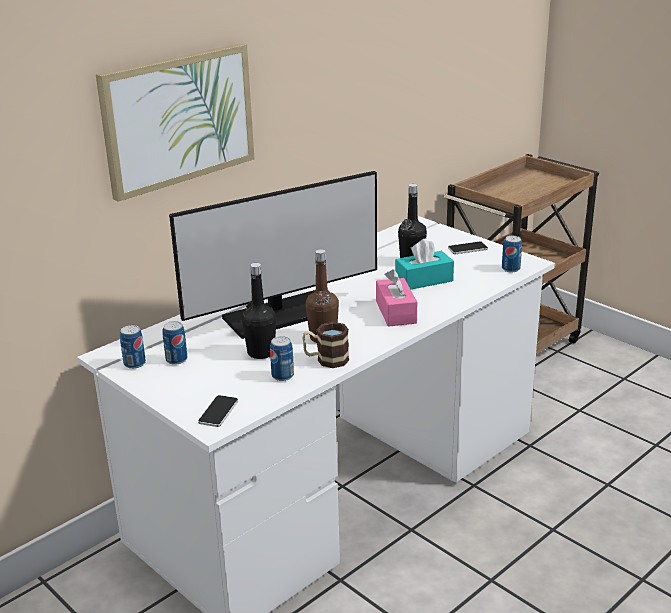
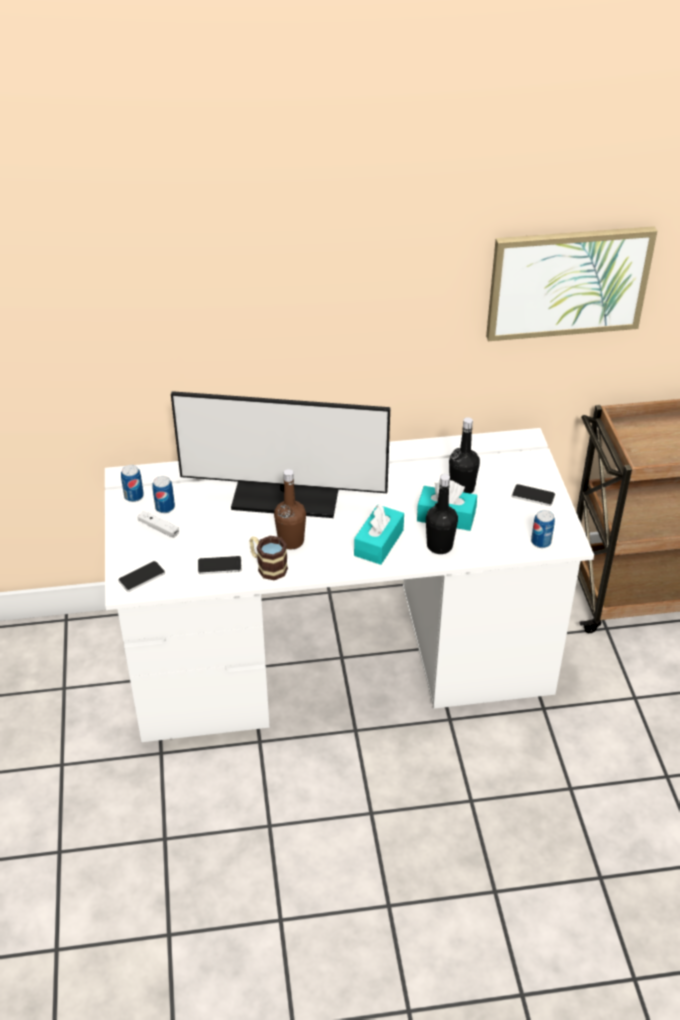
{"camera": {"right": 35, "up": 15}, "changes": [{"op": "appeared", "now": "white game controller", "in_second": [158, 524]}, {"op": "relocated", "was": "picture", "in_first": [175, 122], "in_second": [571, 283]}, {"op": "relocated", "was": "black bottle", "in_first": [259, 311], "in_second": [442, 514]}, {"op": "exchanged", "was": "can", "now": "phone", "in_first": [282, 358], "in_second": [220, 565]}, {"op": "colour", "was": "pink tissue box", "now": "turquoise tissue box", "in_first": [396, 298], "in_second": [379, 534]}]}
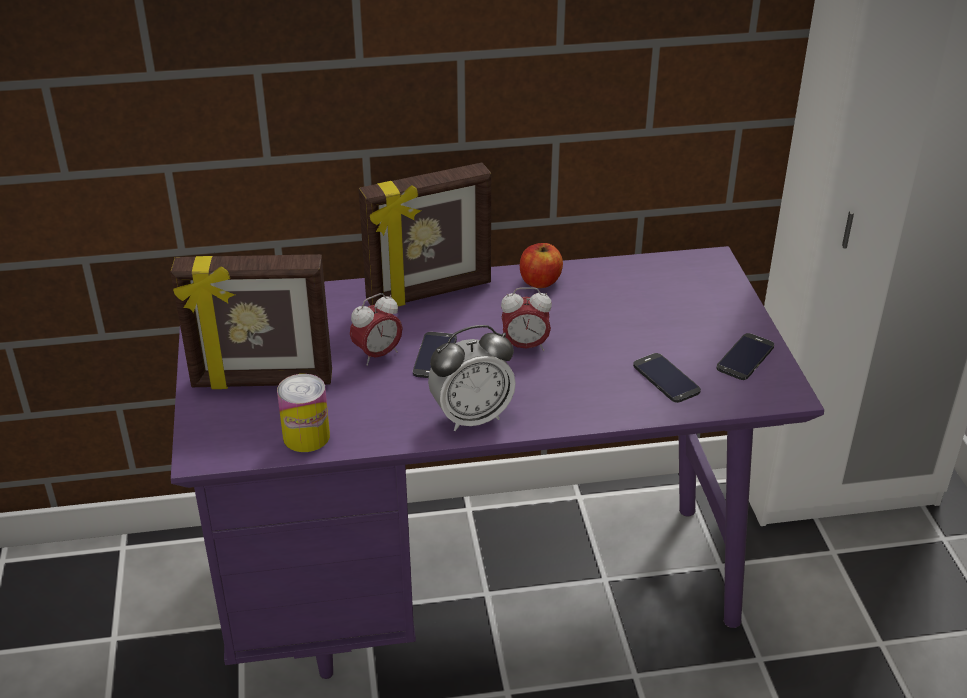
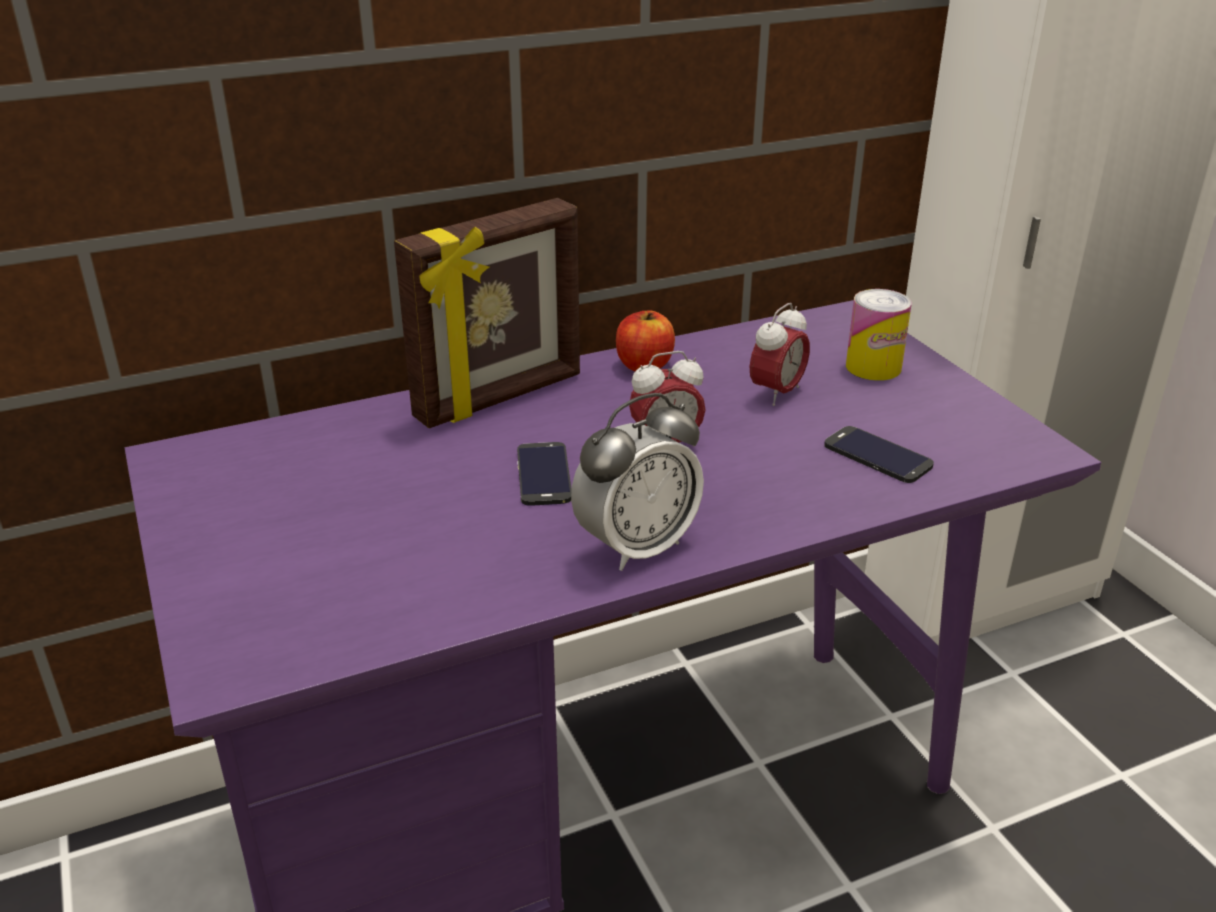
{"camera": {"right": -15, "up": -5}, "changes": [{"op": "missing", "was": "picture frame", "in_first": [251, 321]}, {"op": "missing", "was": "phone", "in_first": [745, 356]}, {"op": "relocated", "was": "can", "in_first": [303, 413], "in_second": [879, 335]}, {"op": "relocated", "was": "alarm clock", "in_first": [376, 329], "in_second": [780, 354]}]}
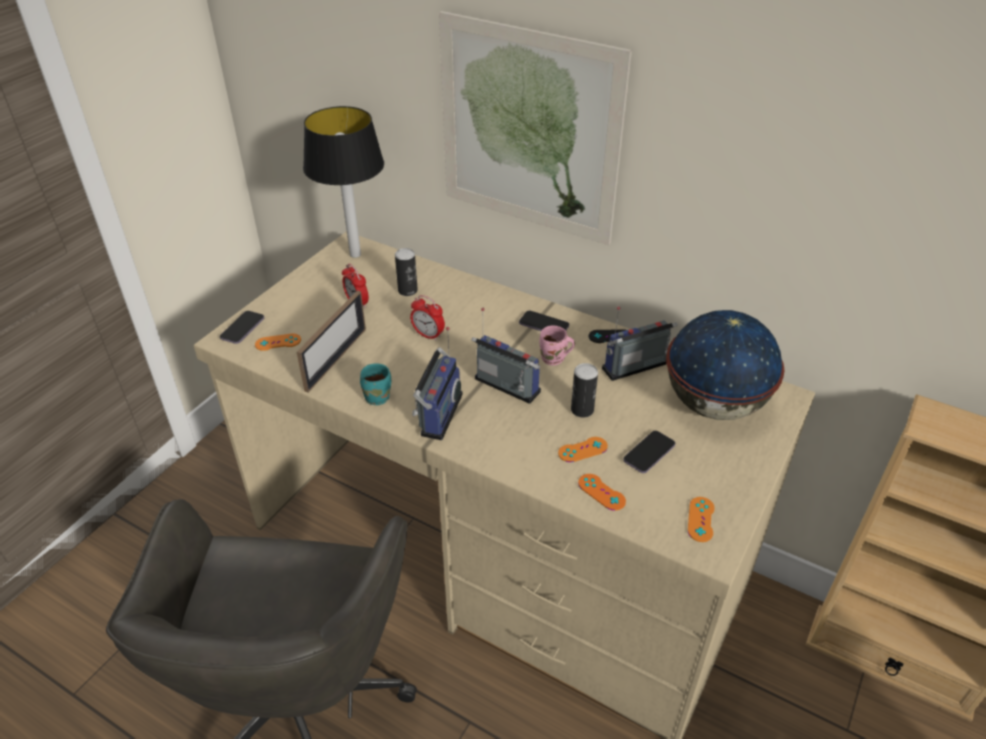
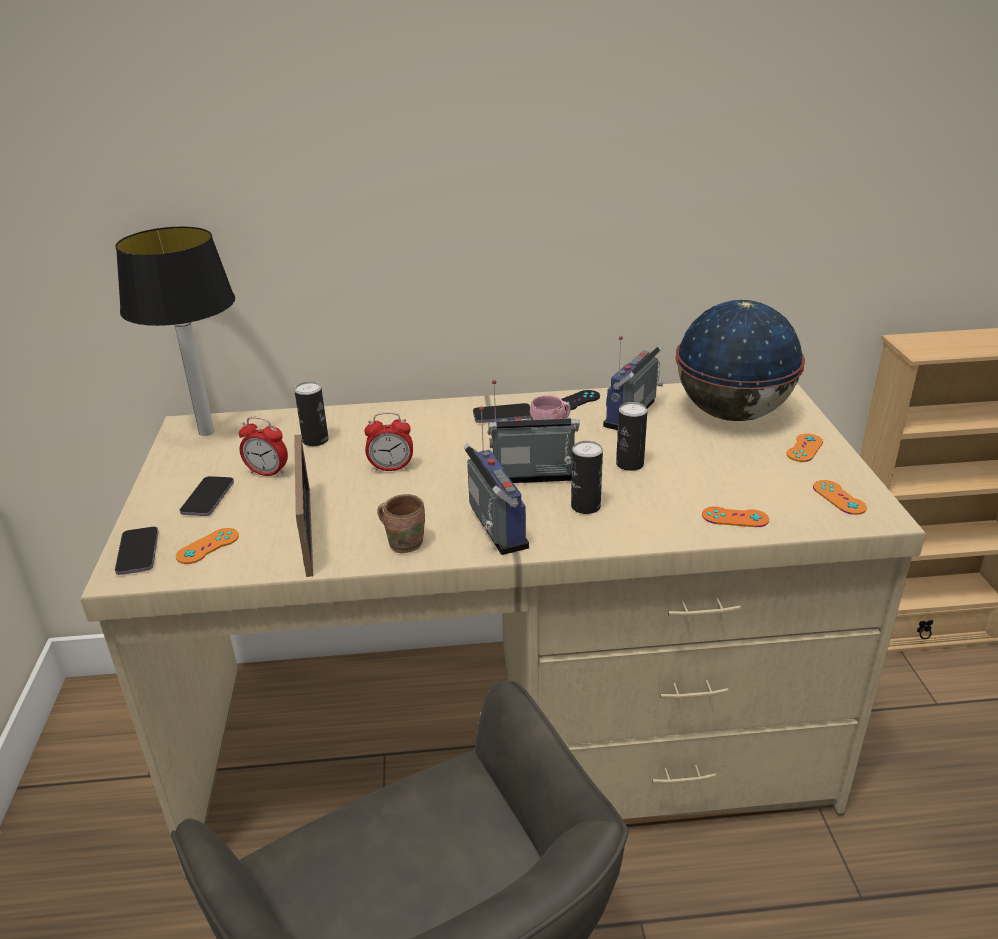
{"camera": {"right": -35, "up": -10}, "changes": [{"op": "missing", "was": "picture", "in_first": [535, 128]}, {"op": "appeared", "now": "can", "in_second": [587, 477]}, {"op": "relocated", "was": "orange game controller", "in_first": [583, 449], "in_second": [804, 447]}, {"op": "relocated", "was": "phone", "in_first": [649, 452], "in_second": [207, 496]}, {"op": "colour", "was": "turquoise mug", "now": "brown mug", "in_first": [375, 384], "in_second": [401, 523]}]}
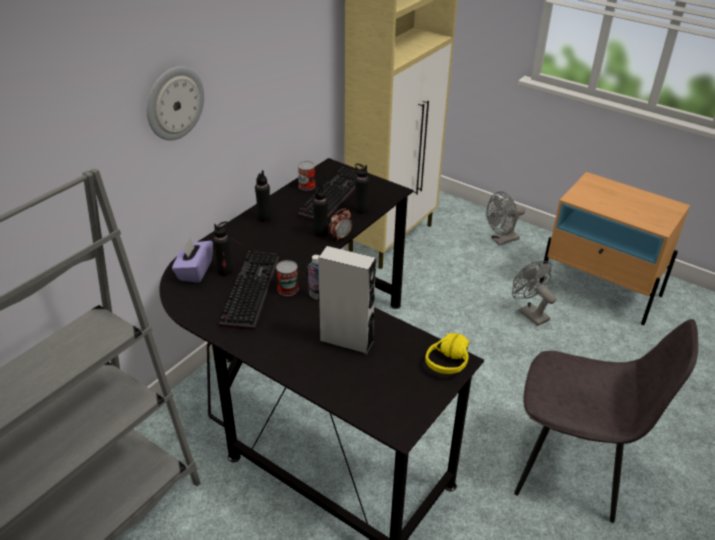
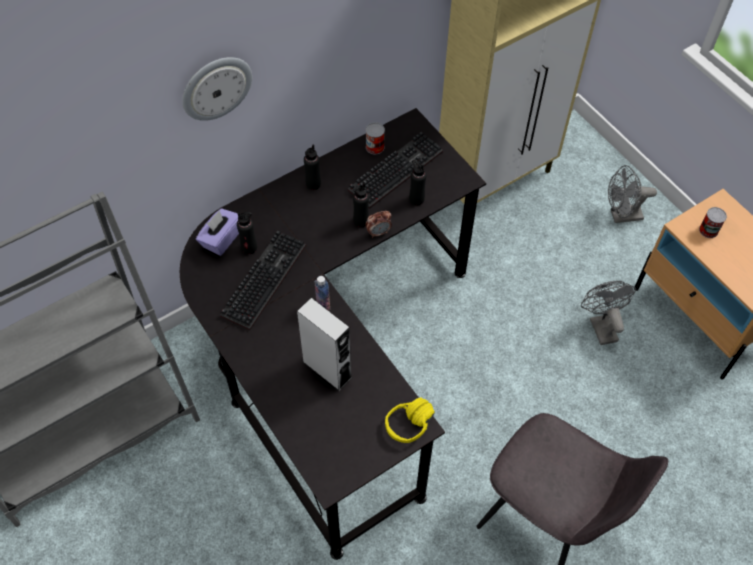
{"camera": {"right": 20, "up": 20}, "changes": [{"op": "relocated", "was": "can", "in_first": [287, 278], "in_second": [713, 222]}]}
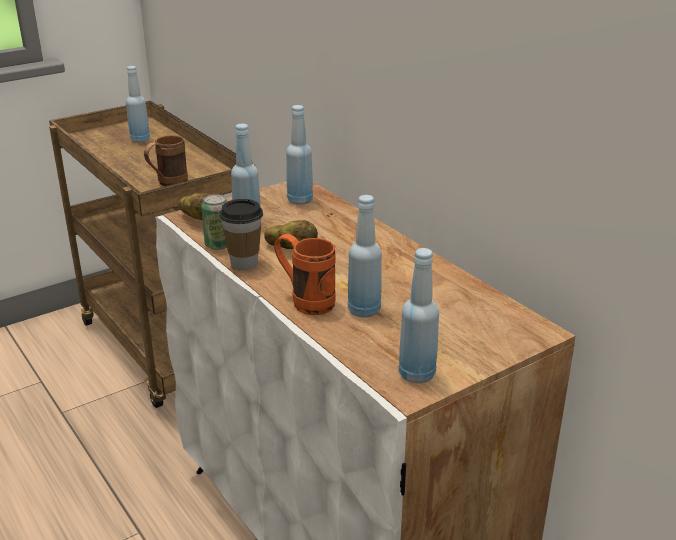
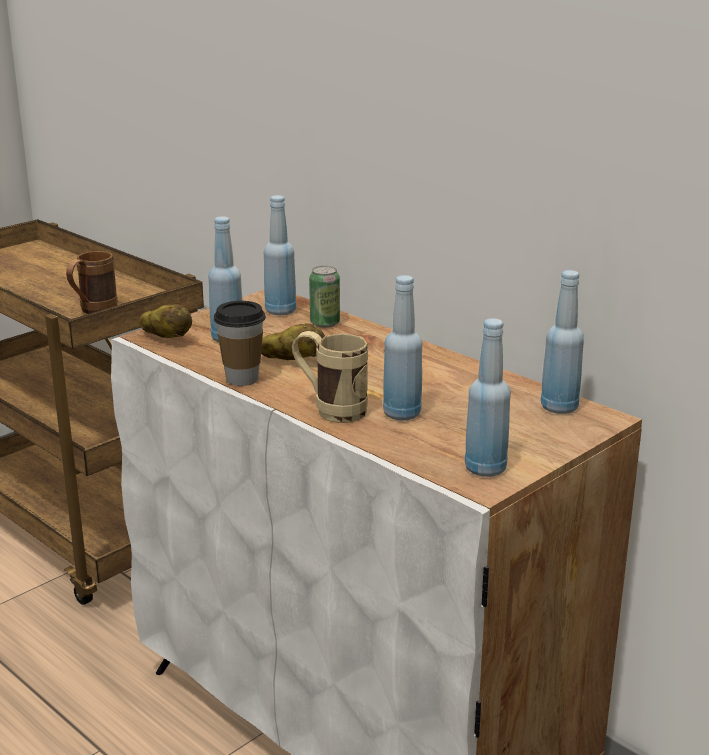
{"camera": {"right": -10, "up": -5}, "changes": [{"op": "relocated", "was": "blue bottle", "in_first": [138, 104], "in_second": [562, 342]}, {"op": "relocated", "was": "can", "in_first": [214, 222], "in_second": [324, 297]}, {"op": "colour", "was": "orange mug", "now": "beige mug", "in_first": [305, 274], "in_second": [330, 377]}]}
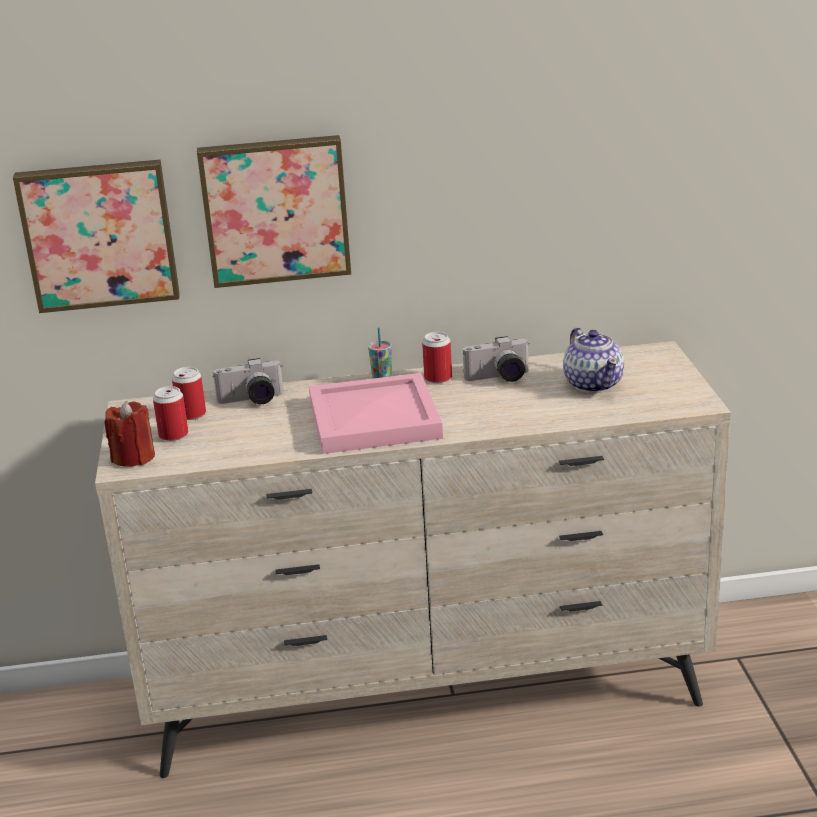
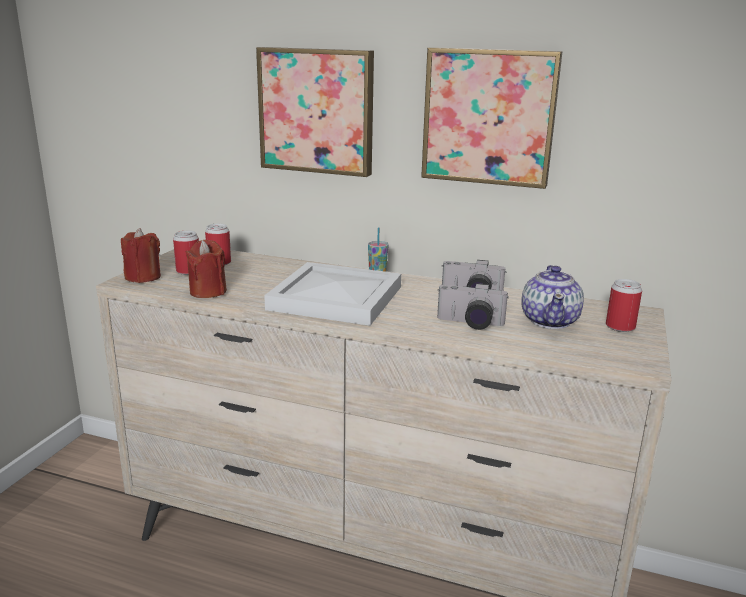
{"camera": {"right": 25, "up": -5}, "changes": [{"op": "appeared", "now": "red candle", "in_second": [206, 269]}, {"op": "relocated", "was": "picture", "in_first": [96, 236], "in_second": [492, 118]}, {"op": "relocated", "was": "photo camera", "in_first": [248, 381], "in_second": [472, 306]}, {"op": "relocated", "was": "can", "in_first": [437, 357], "in_second": [624, 305]}, {"op": "colour", "was": "pink tray", "now": "white tray", "in_first": [376, 413], "in_second": [332, 294]}]}
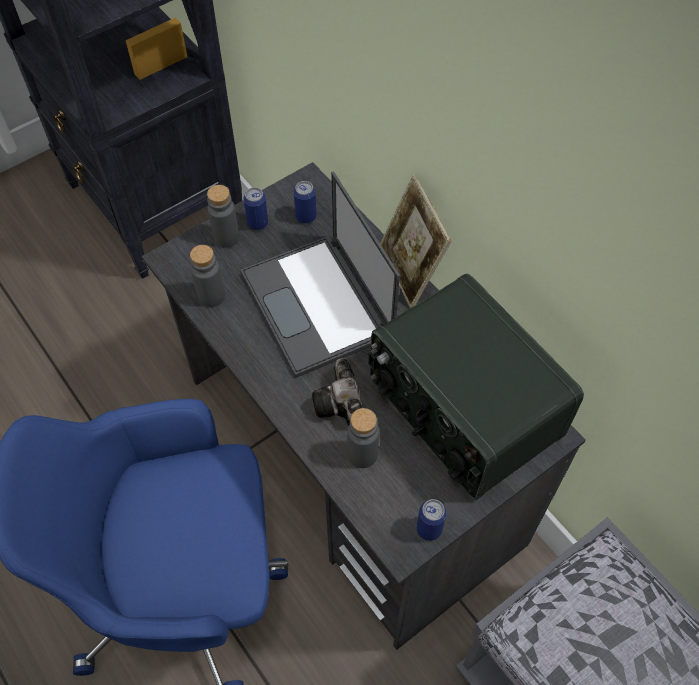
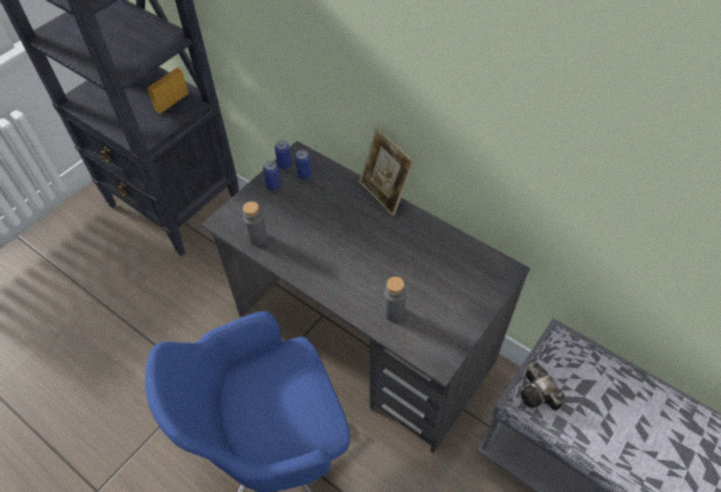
{"camera": {"right": -15, "up": -5}, "changes": [{"op": "missing", "was": "grey bottle", "in_first": [223, 216]}, {"op": "missing", "was": "laptop", "in_first": [320, 274]}, {"op": "missing", "was": "radio", "in_first": [476, 387]}, {"op": "relocated", "was": "photo camera", "in_first": [337, 392], "in_second": [543, 386]}, {"op": "relocated", "was": "can", "in_first": [431, 520], "in_second": [283, 155]}]}
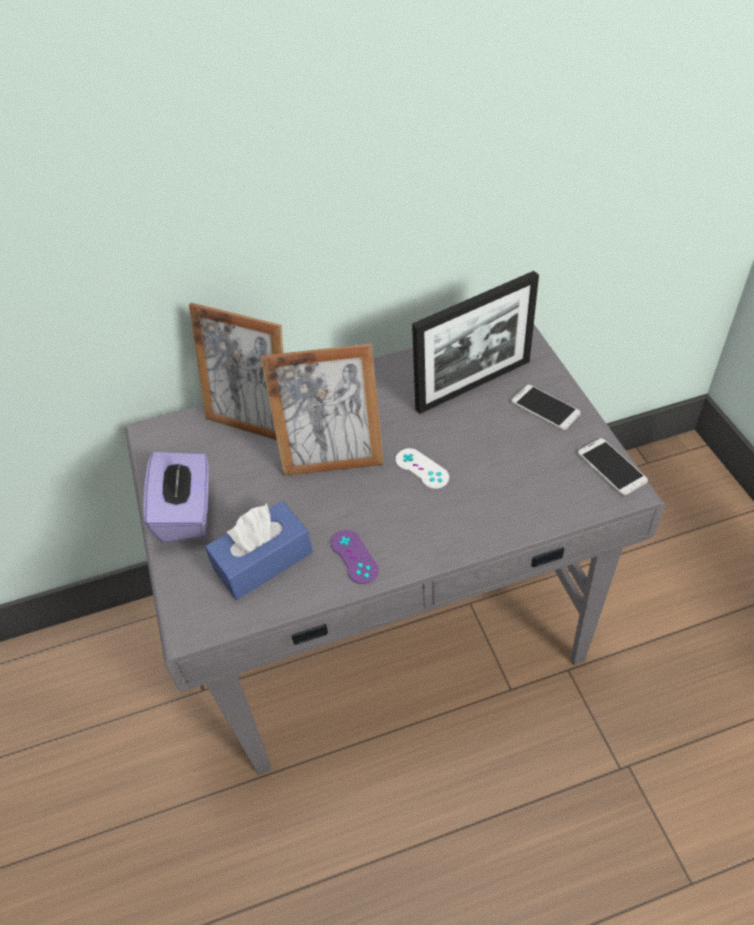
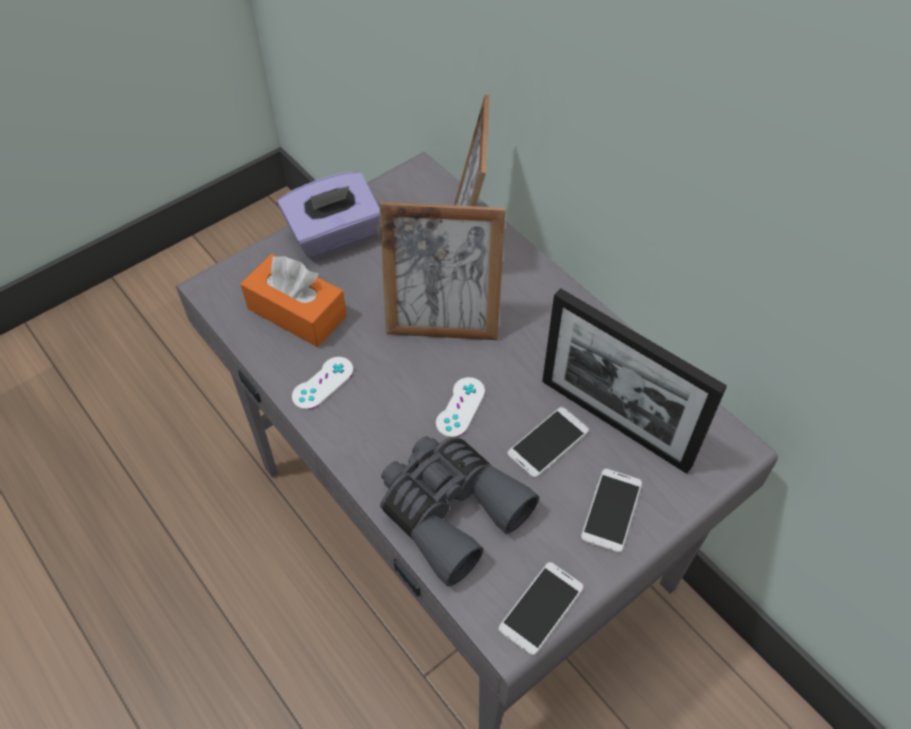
{"camera": {"right": 65, "up": 5}, "changes": [{"op": "appeared", "now": "grey binoculars", "in_second": [459, 511]}, {"op": "appeared", "now": "phone", "in_second": [548, 442]}, {"op": "colour", "was": "blue tissue box", "now": "orange tissue box", "in_first": [259, 550], "in_second": [293, 300]}, {"op": "colour", "was": "purple game controller", "now": "white game controller", "in_first": [355, 557], "in_second": [323, 383]}, {"op": "spun", "was": "picture frame", "in_first": [322, 410], "in_second": [443, 271], "clockwise": -60}]}
